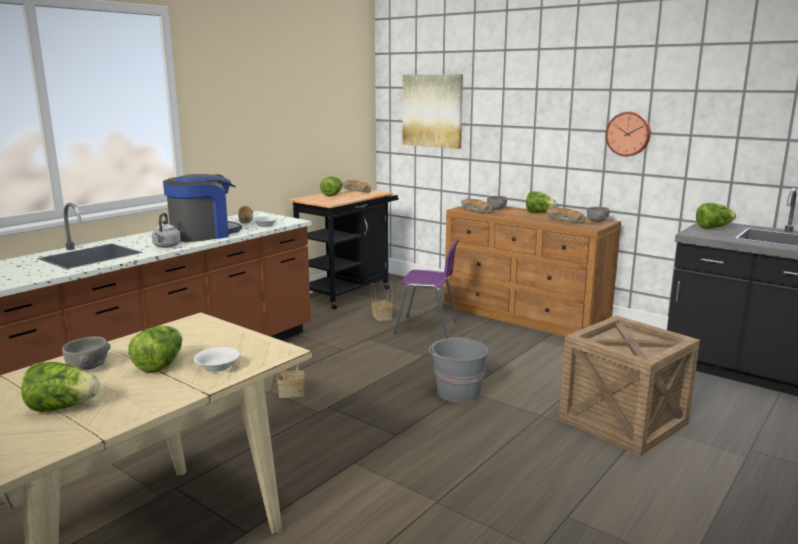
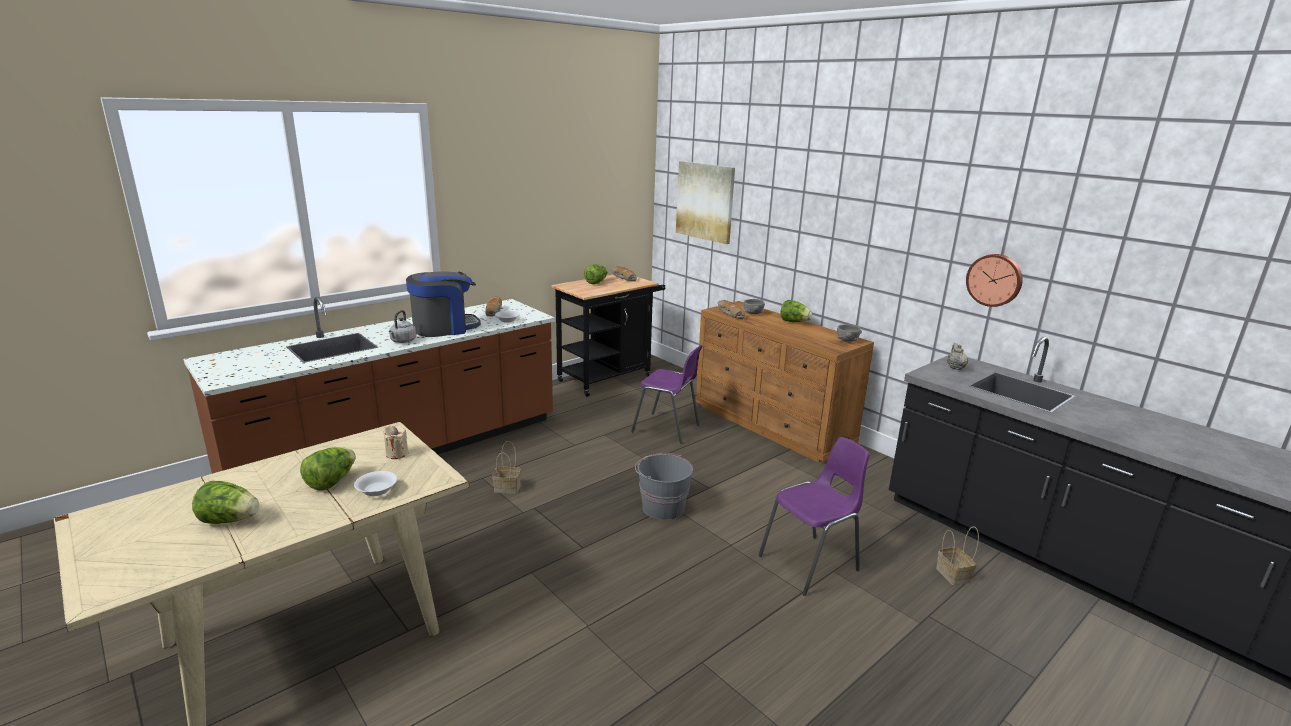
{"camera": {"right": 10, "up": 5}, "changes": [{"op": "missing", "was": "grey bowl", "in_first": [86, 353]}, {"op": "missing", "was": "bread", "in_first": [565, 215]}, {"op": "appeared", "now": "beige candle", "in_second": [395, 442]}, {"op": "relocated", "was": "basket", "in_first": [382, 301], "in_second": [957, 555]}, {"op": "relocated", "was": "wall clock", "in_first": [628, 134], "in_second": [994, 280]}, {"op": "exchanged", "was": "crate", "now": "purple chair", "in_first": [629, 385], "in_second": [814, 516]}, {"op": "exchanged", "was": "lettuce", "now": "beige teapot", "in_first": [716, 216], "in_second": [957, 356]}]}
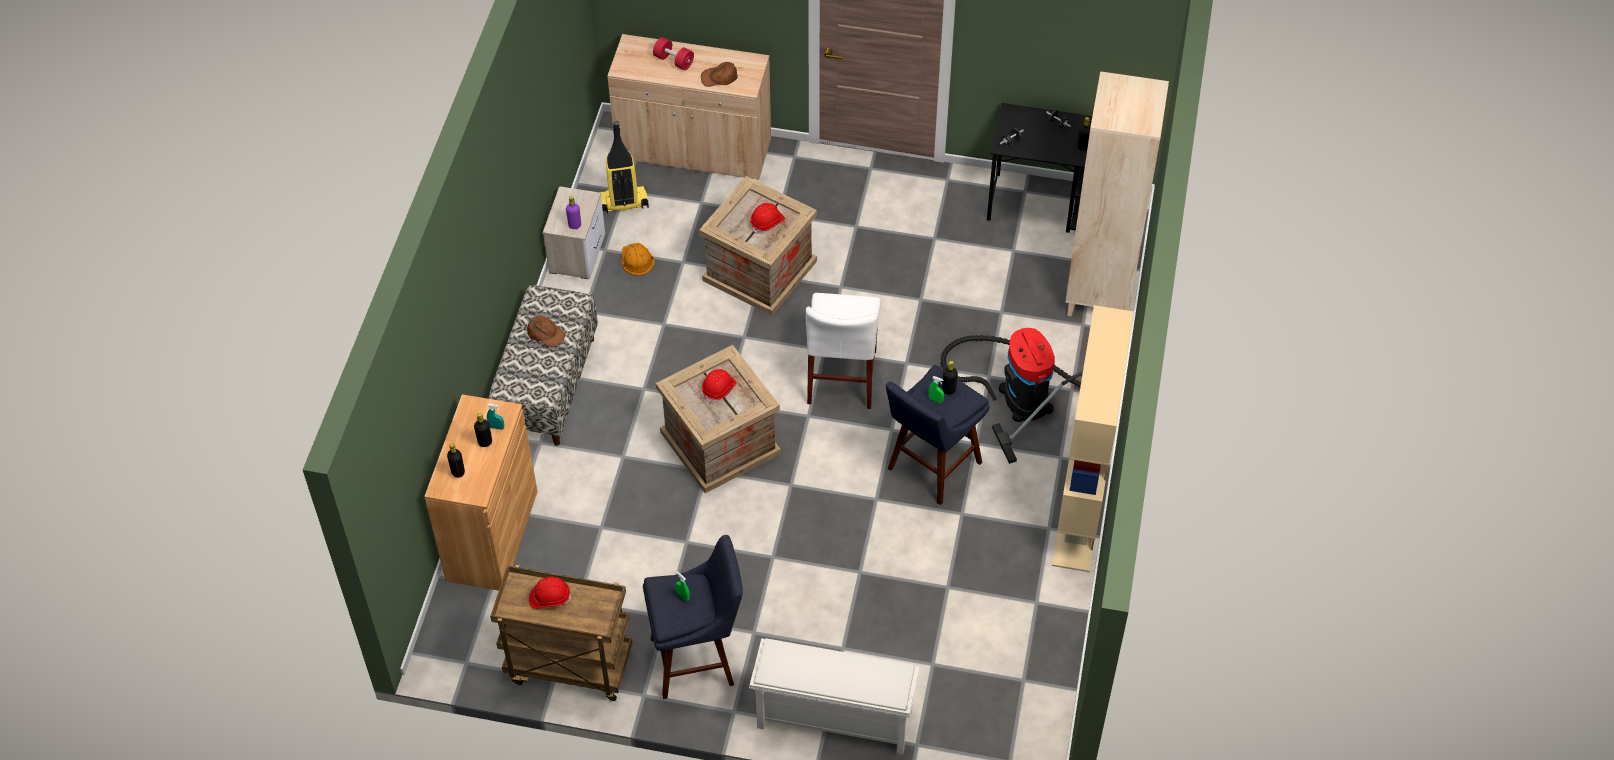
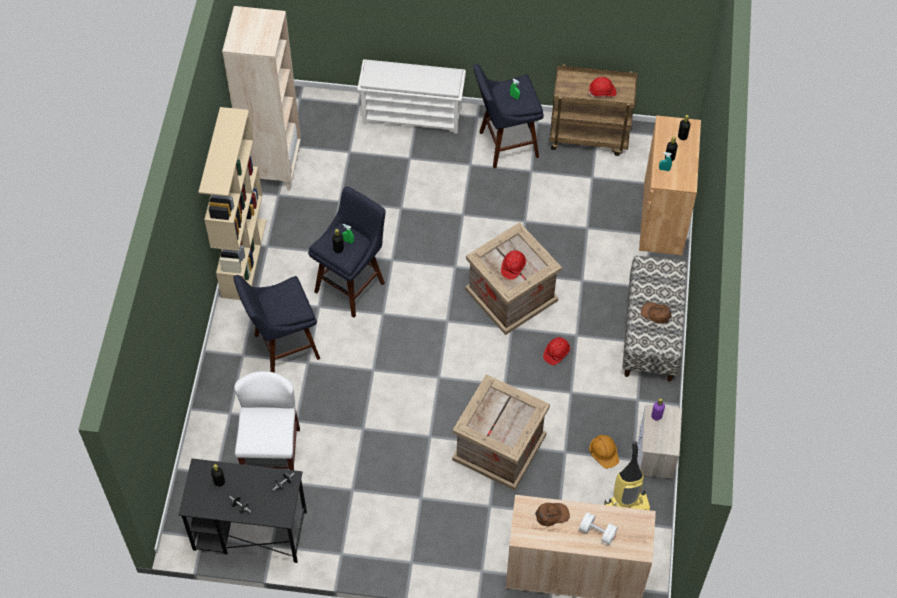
{"camera": {"right": 175, "up": 5}, "changes": [{"op": "relocated", "was": "red hard hat", "in_first": [767, 218], "in_second": [556, 351]}, {"op": "relocated", "was": "white chair", "in_first": [843, 351], "in_second": [267, 420]}, {"op": "relocated", "was": "beige bookcase", "in_first": [1117, 193], "in_second": [261, 98]}, {"op": "exchanged", "was": "vacuum cleaner", "now": "blue stool", "in_first": [1012, 396], "in_second": [276, 324]}, {"op": "colour", "was": "red dumbbell", "now": "white dumbbell", "in_first": [673, 53], "in_second": [598, 528]}]}
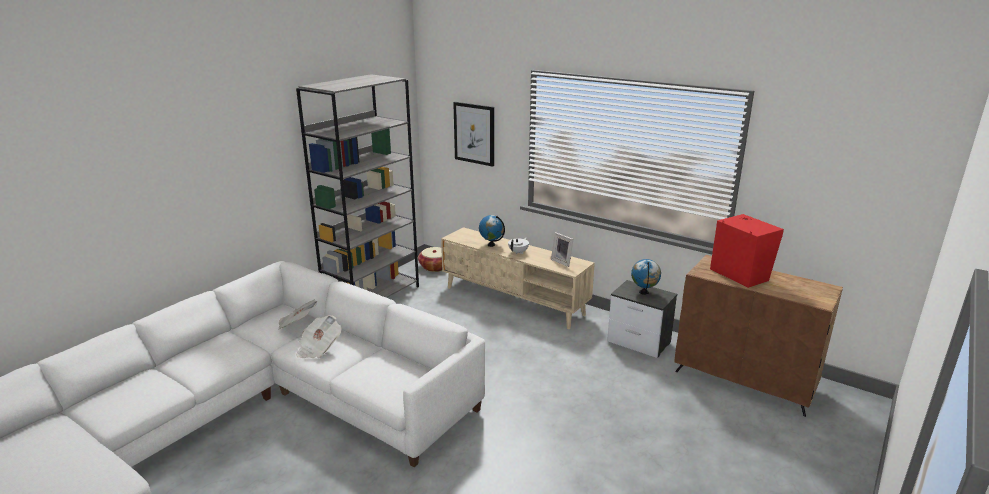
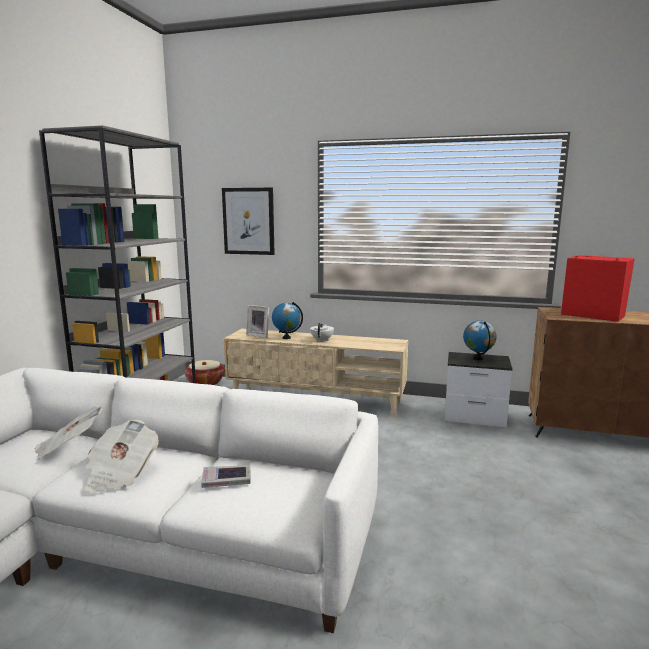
{"camera": {"right": -20, "up": -10}, "changes": [{"op": "appeared", "now": "book", "in_second": [225, 476]}, {"op": "relocated", "was": "picture frame", "in_first": [562, 249], "in_second": [257, 321]}]}
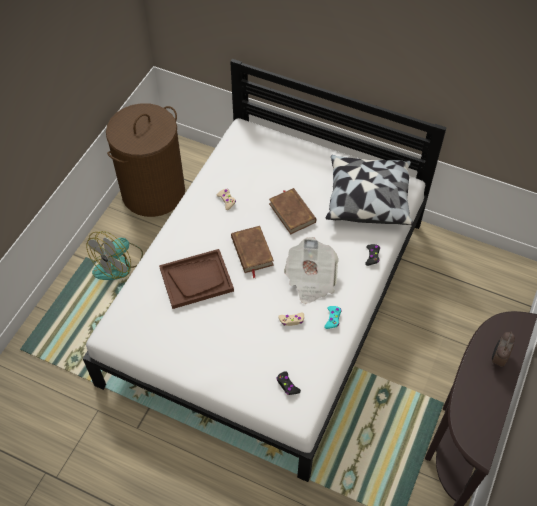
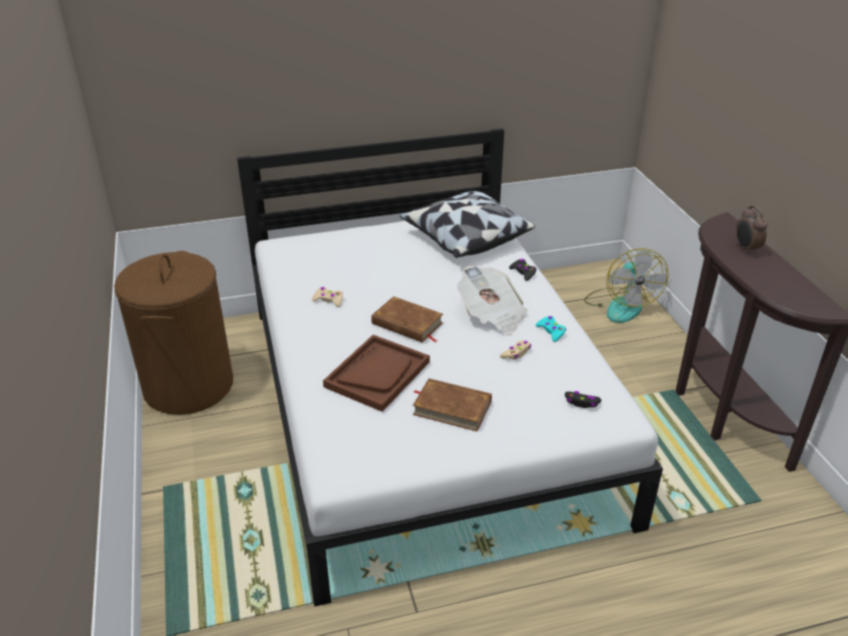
{"camera": {"right": -40, "up": -20}, "changes": [{"op": "relocated", "was": "fan", "in_first": [114, 255], "in_second": [626, 286]}, {"op": "relocated", "was": "brown book", "in_first": [293, 211], "in_second": [452, 405]}]}
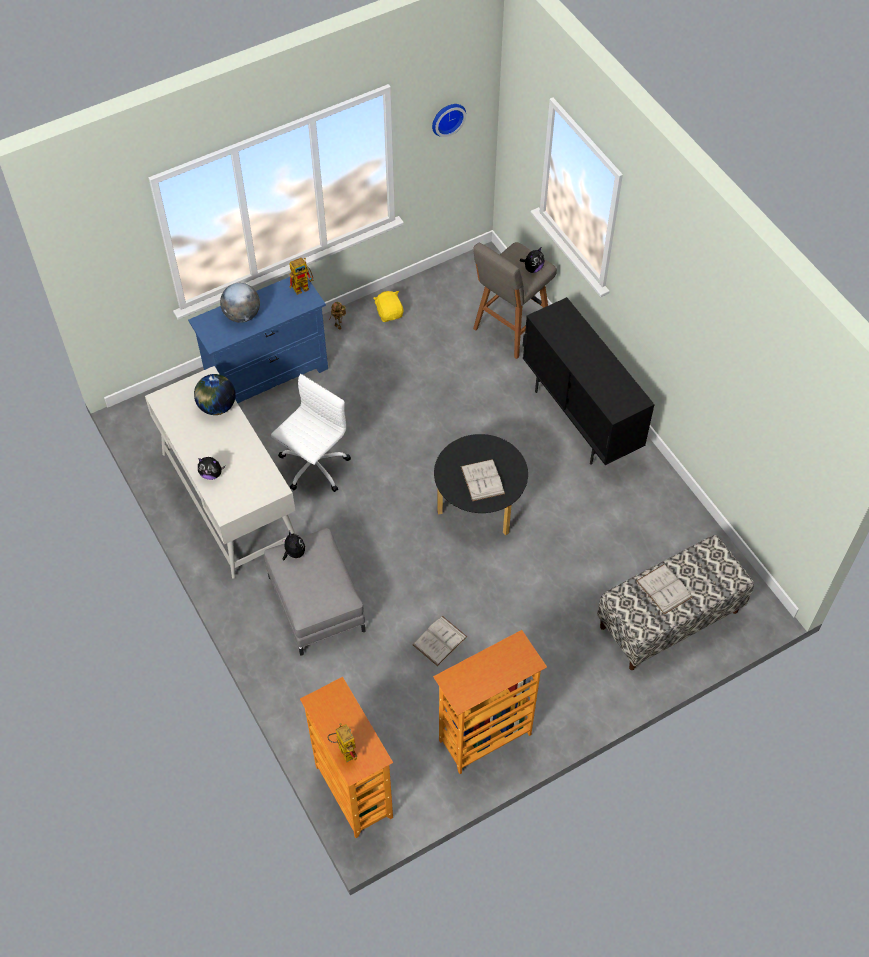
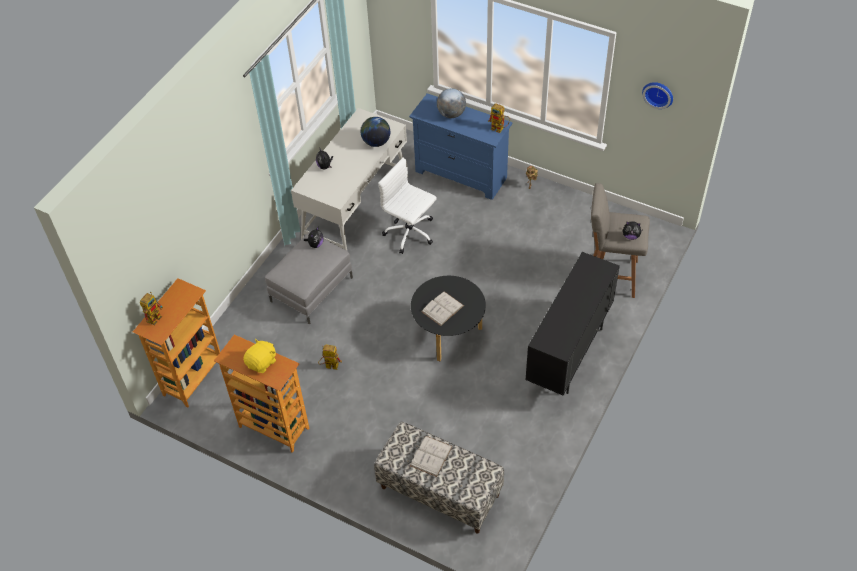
{"camera": {"right": 60, "up": -5}, "changes": [{"op": "relocated", "was": "yellow plush toy", "in_first": [388, 306], "in_second": [259, 356]}, {"op": "exchanged", "was": "white book", "now": "toy robot", "in_first": [440, 641], "in_second": [330, 357]}, {"op": "spun", "was": "white office chair", "in_first": [311, 433], "in_second": [407, 205], "clockwise": -150}]}
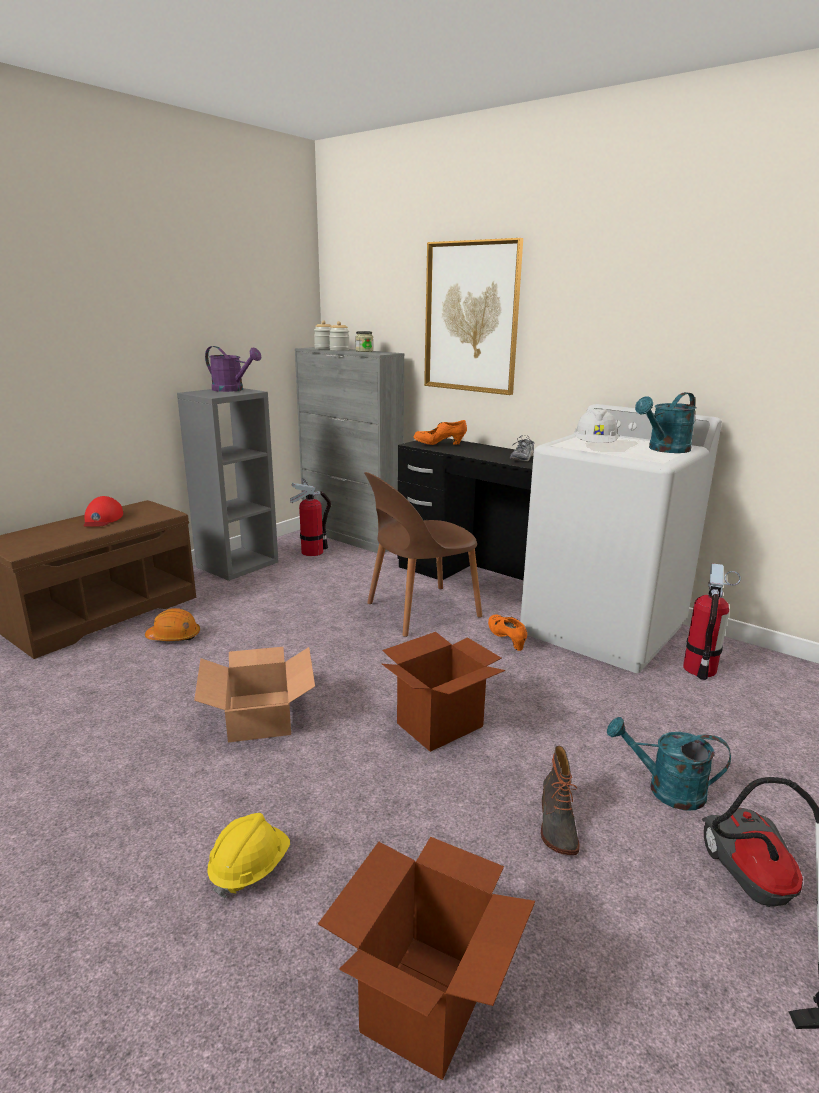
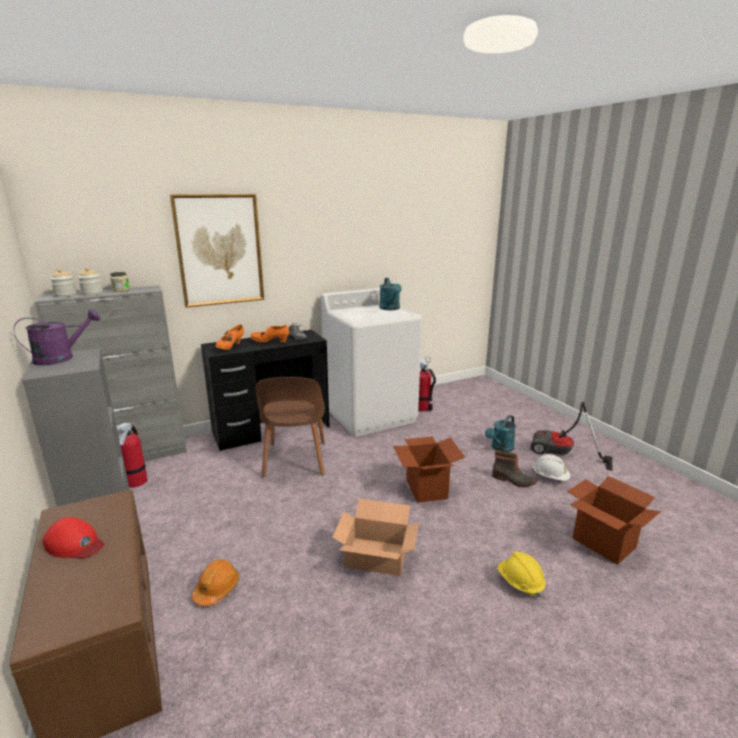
{"camera": {"right": -65, "up": 0}, "changes": [{"op": "relocated", "was": "orange shoe", "in_first": [507, 633], "in_second": [270, 334]}, {"op": "relocated", "was": "white hard hat", "in_first": [596, 426], "in_second": [551, 467]}]}
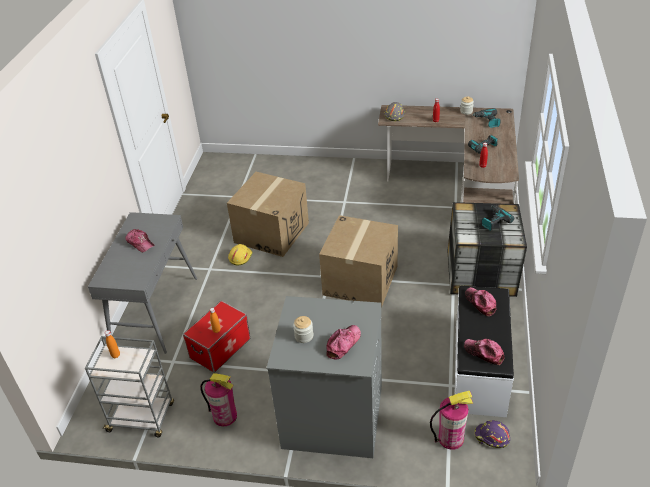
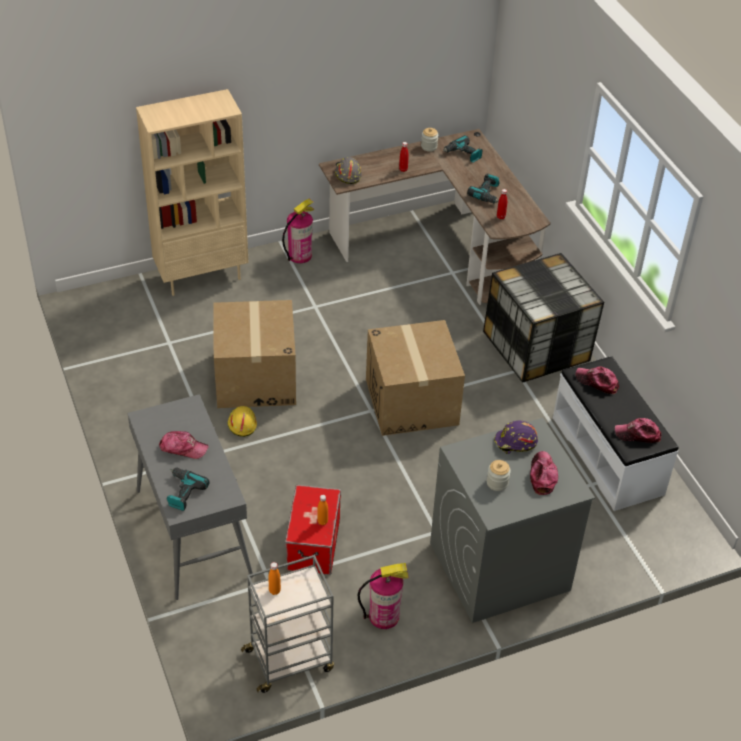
{"camera": {"right": -35, "up": 5}, "changes": [{"op": "appeared", "now": "beige bookcase", "in_second": [192, 192]}, {"op": "relocated", "was": "fire extinguisher", "in_first": [451, 420], "in_second": [298, 231]}, {"op": "relocated", "was": "purple hard hat", "in_first": [492, 434], "in_second": [516, 437]}, {"op": "relocated", "was": "power drill", "in_first": [498, 218], "in_second": [188, 489]}]}
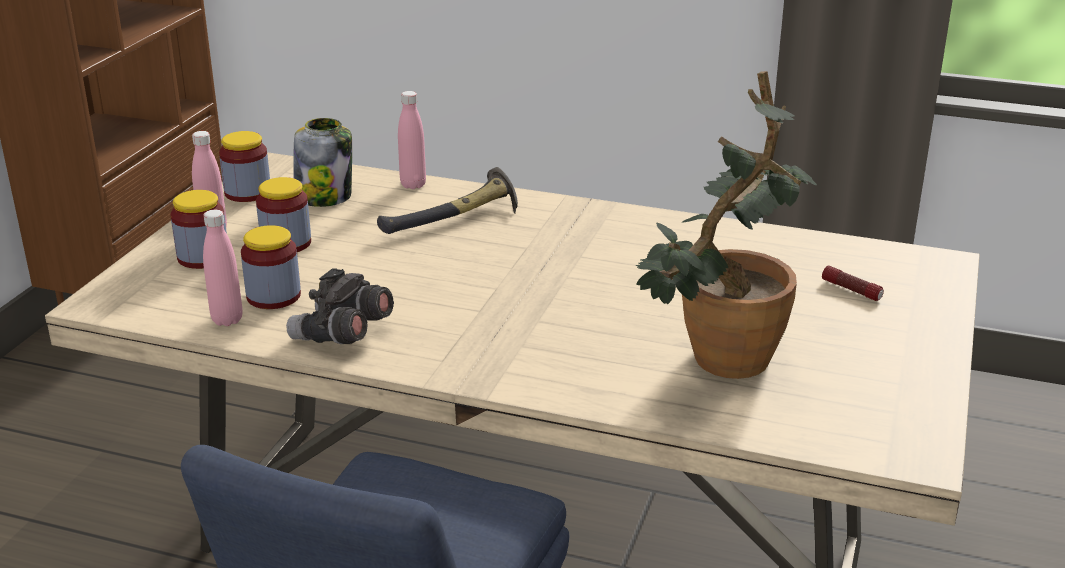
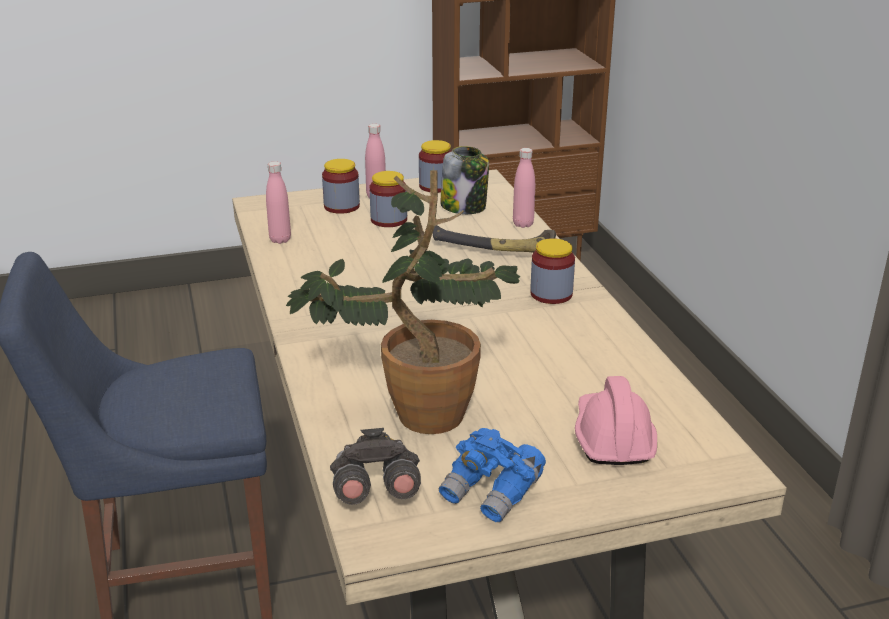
{"camera": {"right": 55, "up": 0}, "changes": [{"op": "appeared", "now": "blue binoculars", "in_second": [492, 475]}, {"op": "relocated", "was": "jar", "in_first": [271, 267], "in_second": [552, 271]}, {"op": "relocated", "was": "grey binoculars", "in_first": [340, 306], "in_second": [375, 466]}, {"op": "exchanged", "was": "flashlight", "now": "pink hard hat", "in_first": [853, 283], "in_second": [616, 420]}]}
